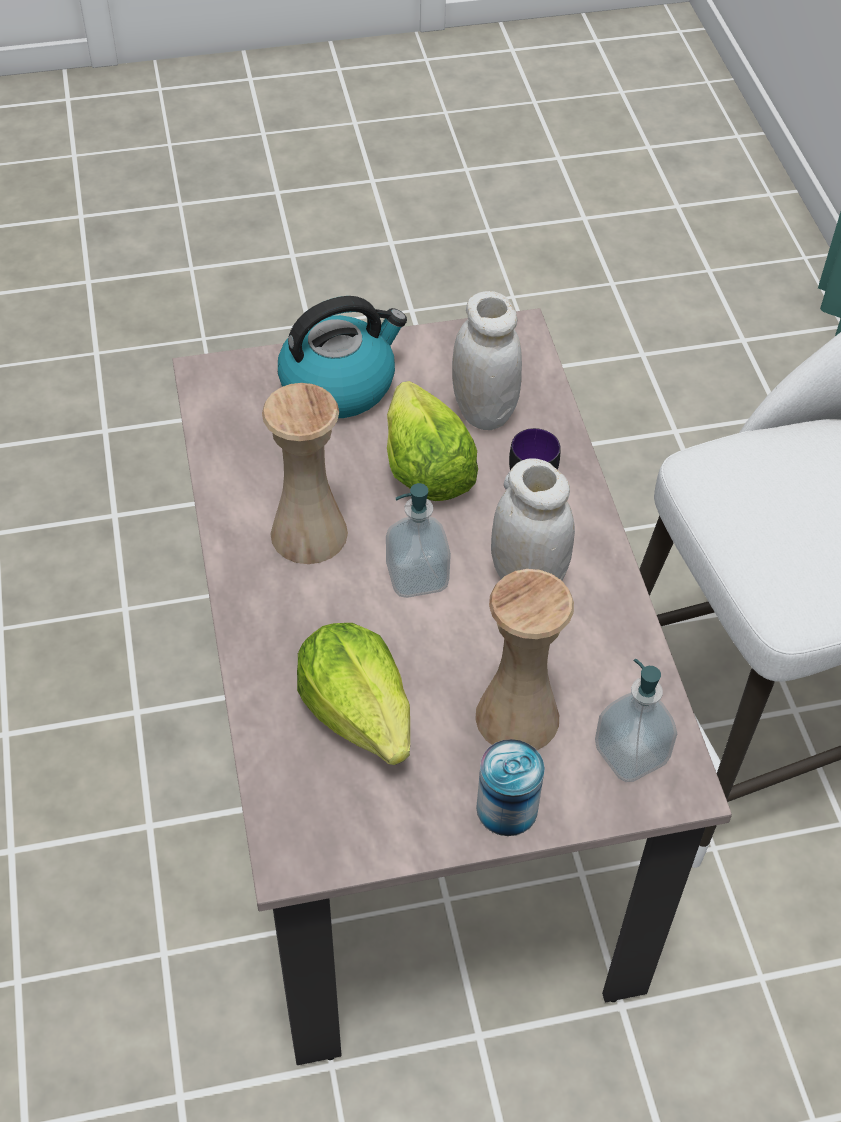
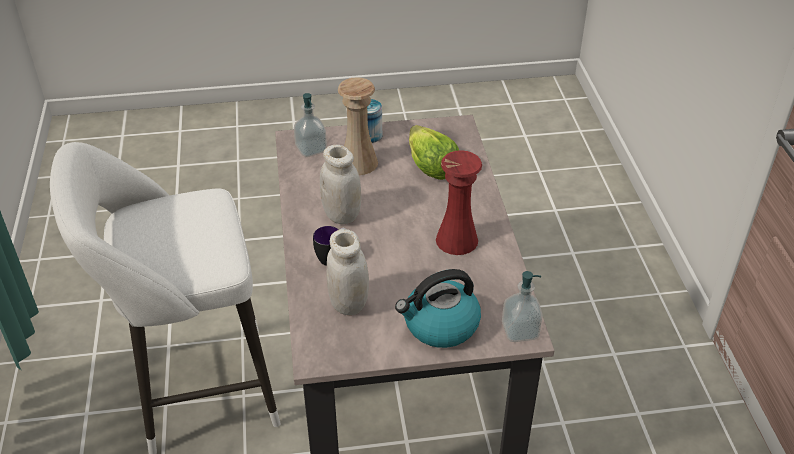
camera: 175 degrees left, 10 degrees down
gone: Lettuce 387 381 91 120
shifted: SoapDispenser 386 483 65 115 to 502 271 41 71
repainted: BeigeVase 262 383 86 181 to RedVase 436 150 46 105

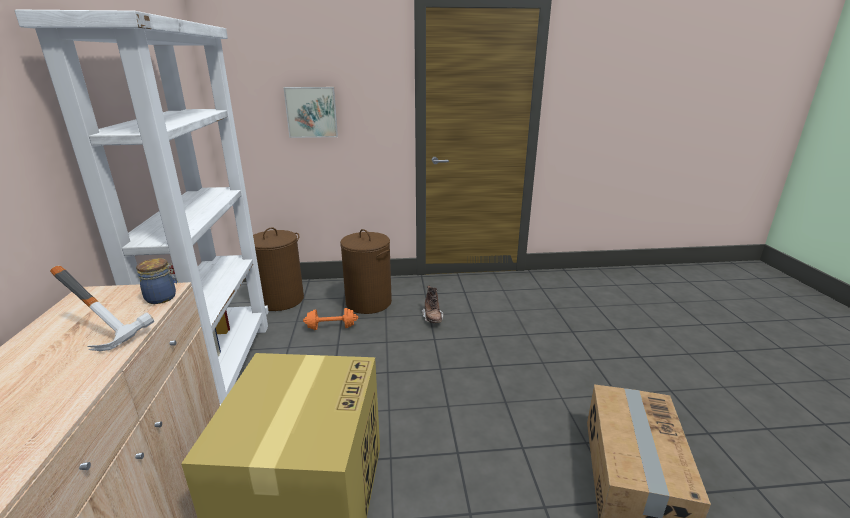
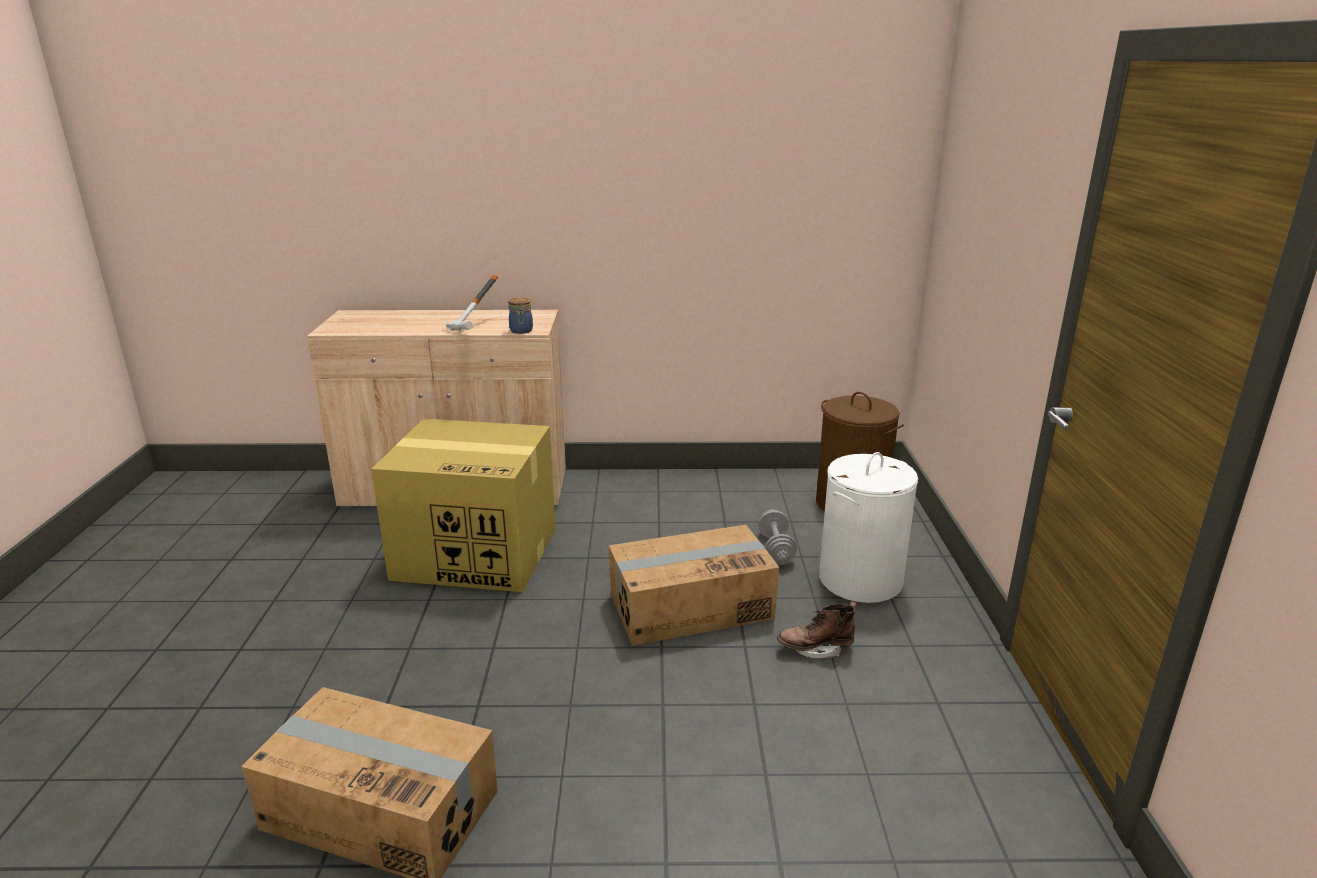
camera: 95 degrees right, 0 degrees up
gone: WhiteBookcase 14 9 255 396; Picture 283 87 55 51
new: CardboardBox 609 525 170 121
repainted: OrangeDumbbell 303 308 55 22 to GreyDumbbell 758 509 39 56; BrownLaundryBasket 340 229 52 85 to WhiteLaundryBasket 819 452 99 151

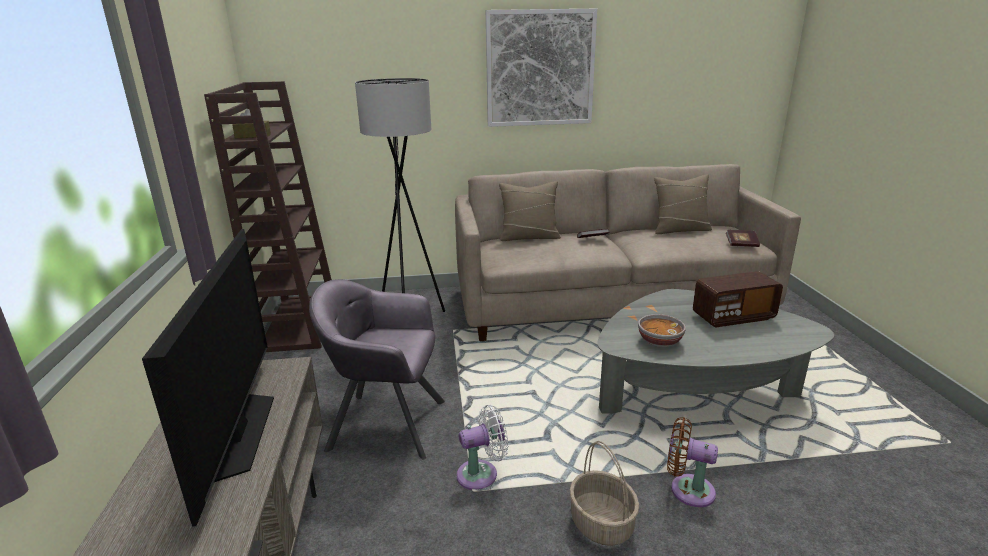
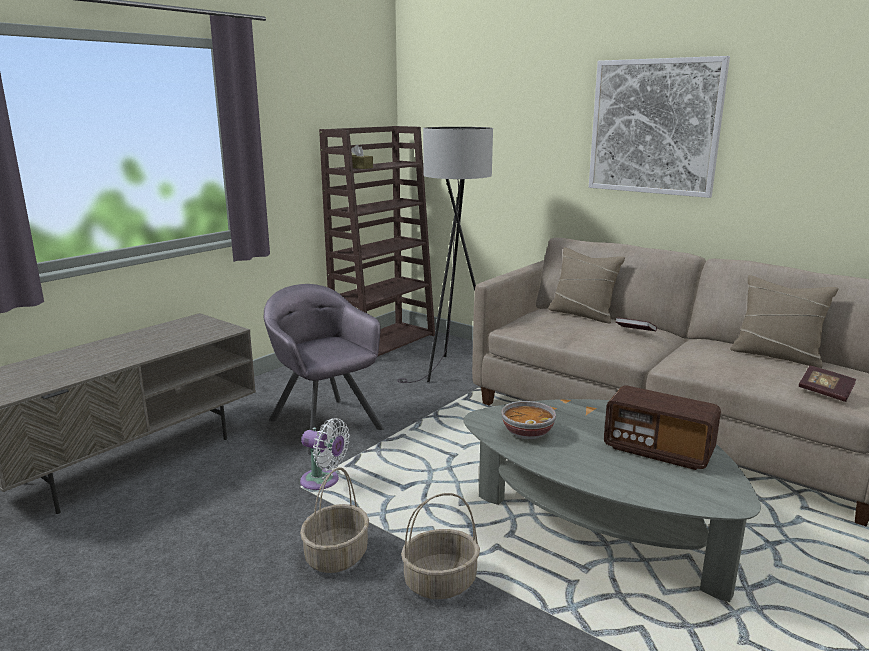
camera: 45 degrees right, 5 degrees down
gone: Television 142 229 132 298
swapped: BrownFan 667 417 51 90 to Basket 401 493 79 106

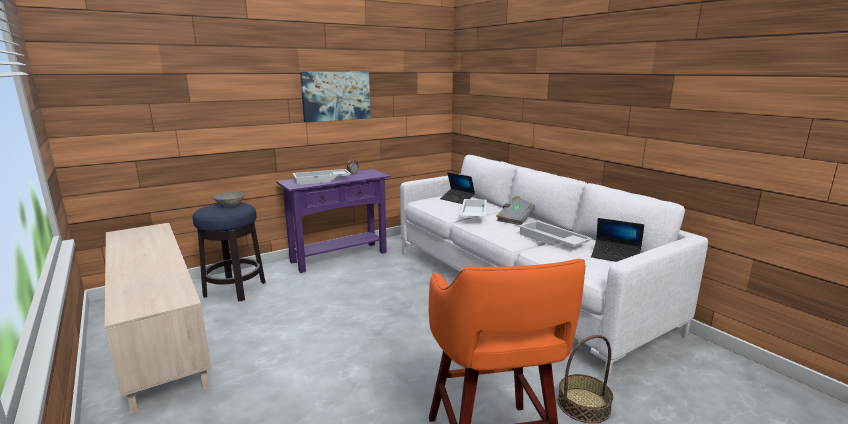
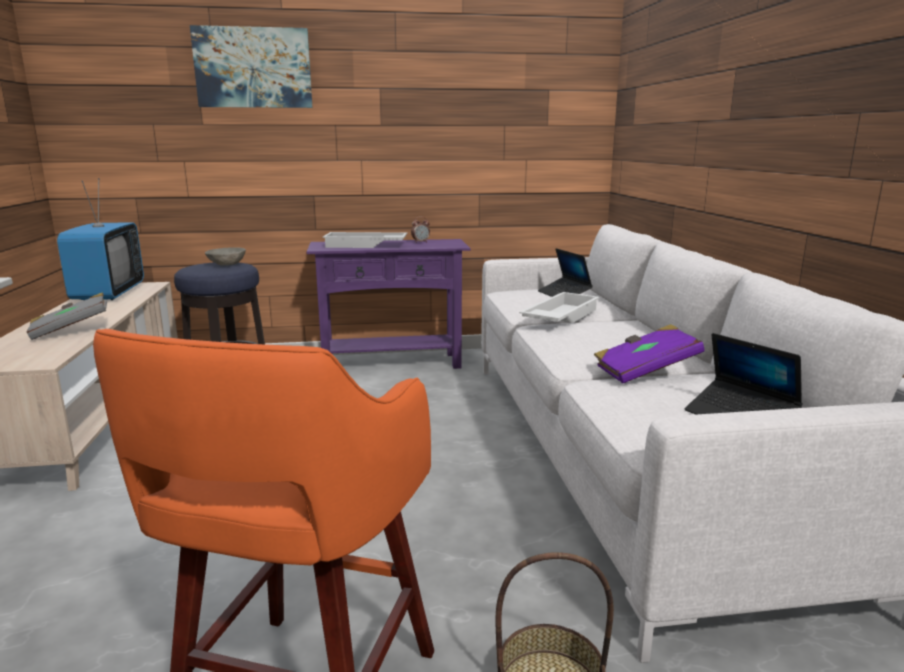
camera: 25 degrees right, 0 degrees up
new: Television 57 178 87 122
shifted: Picture 300 72 70 50 to 190 25 122 83; GreyBook 496 196 39 29 to 27 293 80 47
swapped: WhiteTray 518 221 74 26 to PurpleBook 594 324 110 60

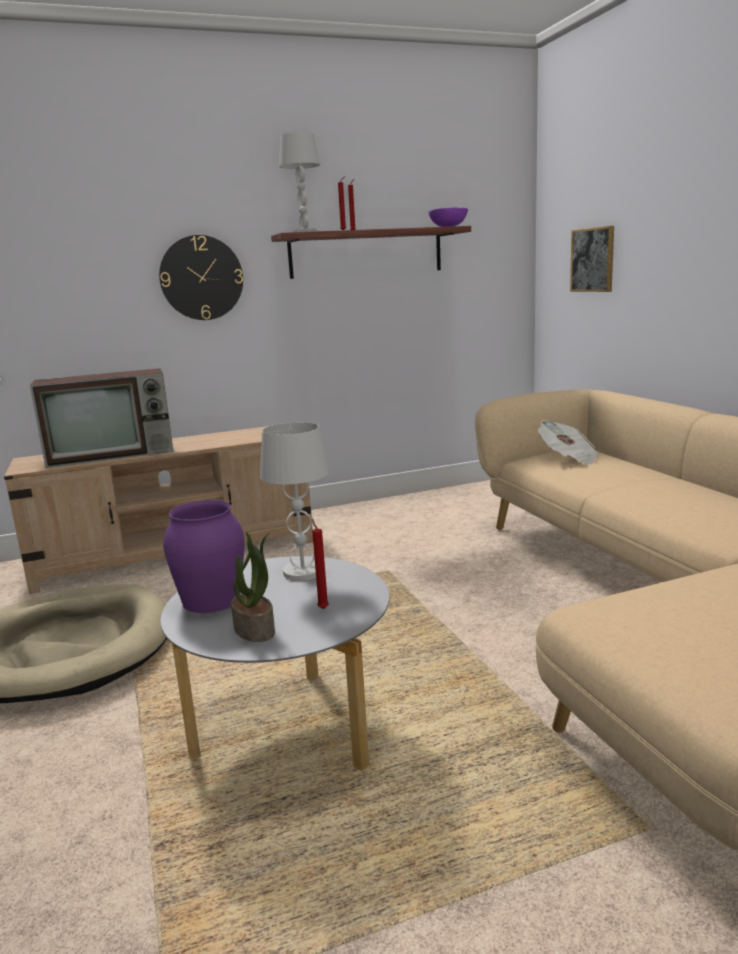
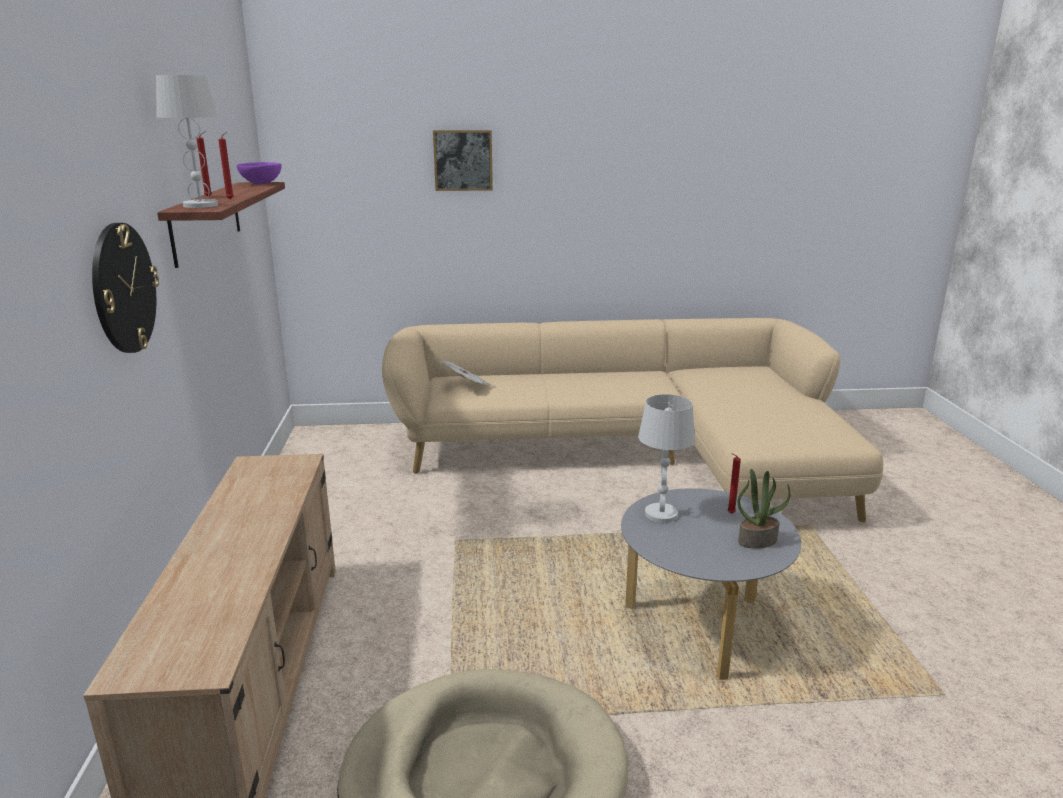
camera: 75 degrees left, 5 degrees up
gone: Television 30 368 144 100; PurpleVase 163 500 81 113
shifted: Picture 570 226 44 66 to 433 130 60 61

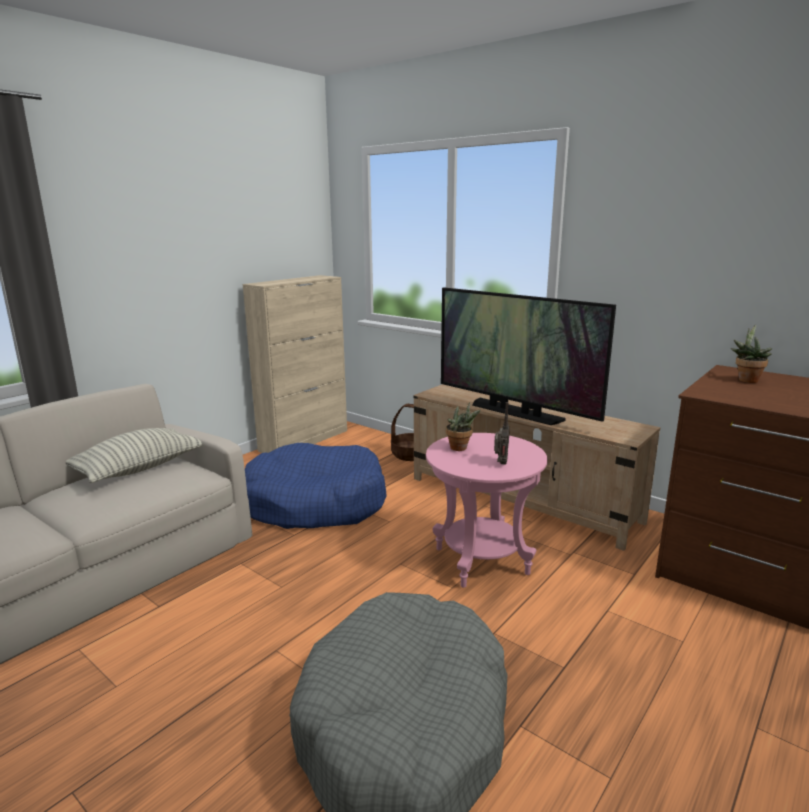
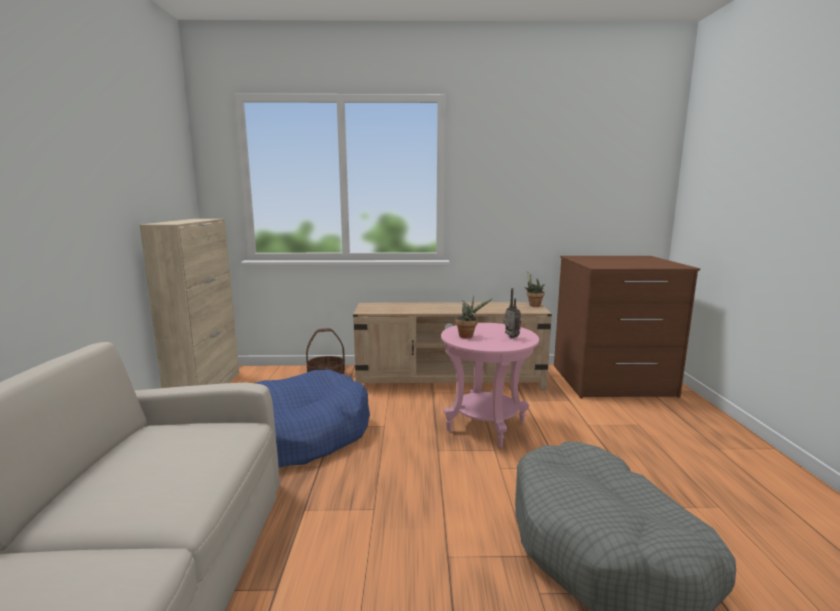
camera: 40 degrees left, 5 degrees down
gone: Pillow 66 428 136 55; Television 441 288 175 137
shifted: PottedPlant 731 325 41 58 to 524 272 21 35

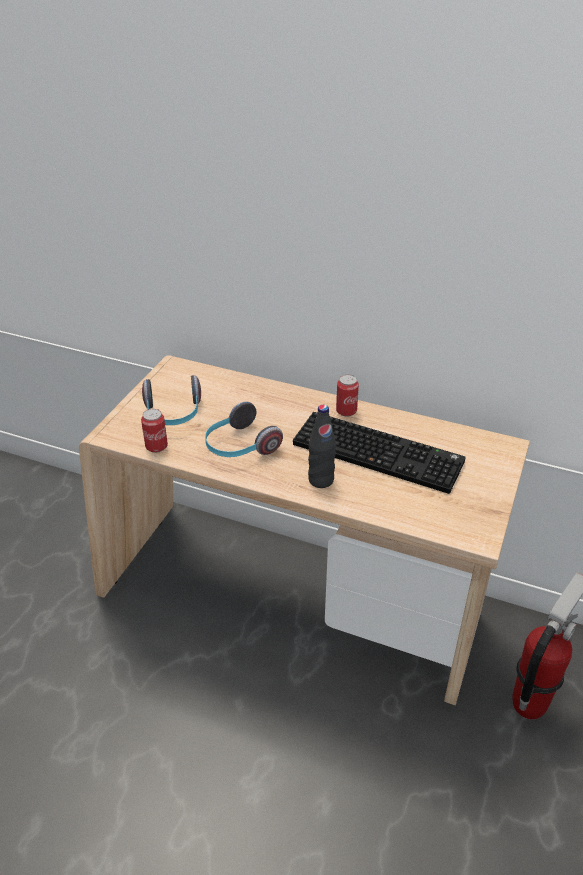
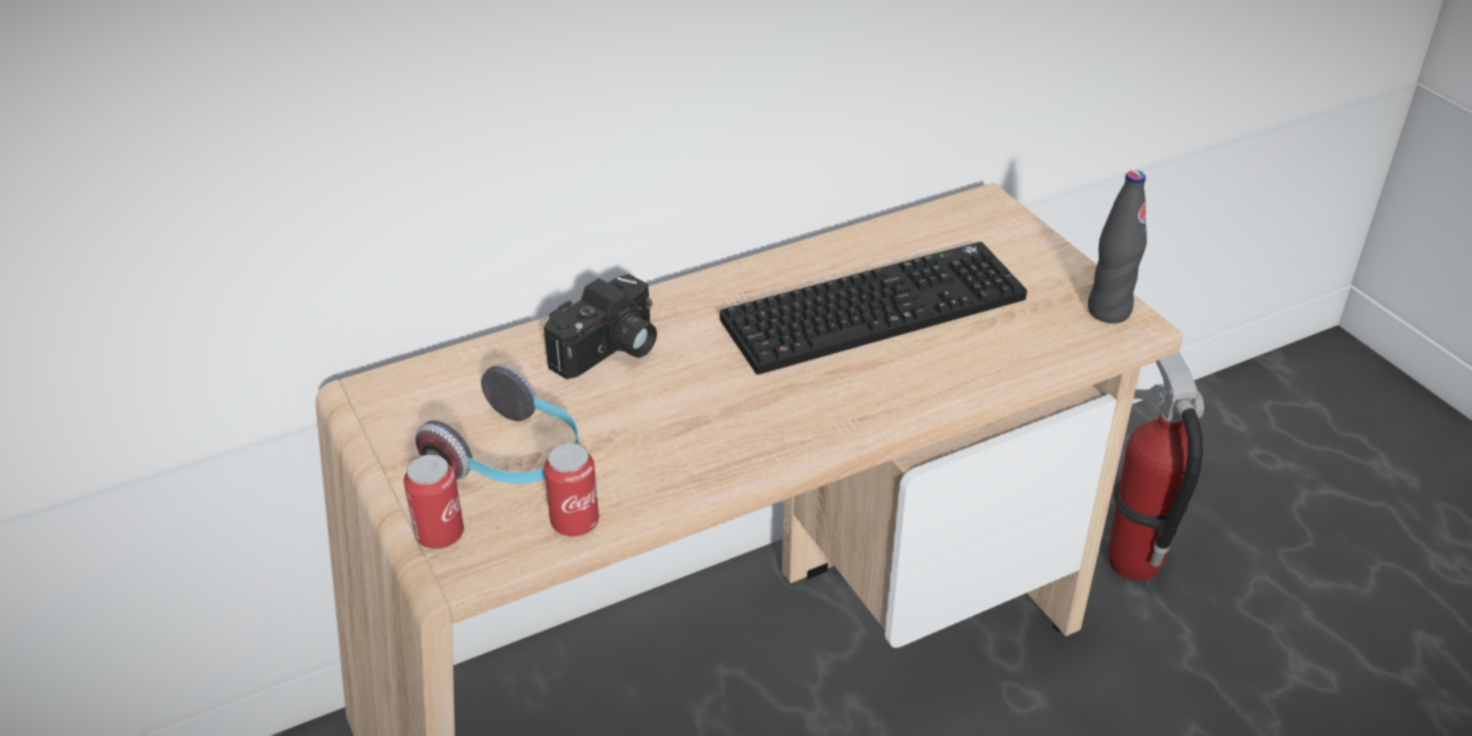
camera: 50 degrees left, 0 degrees up
gone: Headphones 205 402 78 55
new: PhotoCamera 544 274 113 105
shifted: BlackBottle 308 405 28 83 to 1088 170 59 153; Can 336 375 23 42 to 404 454 60 95

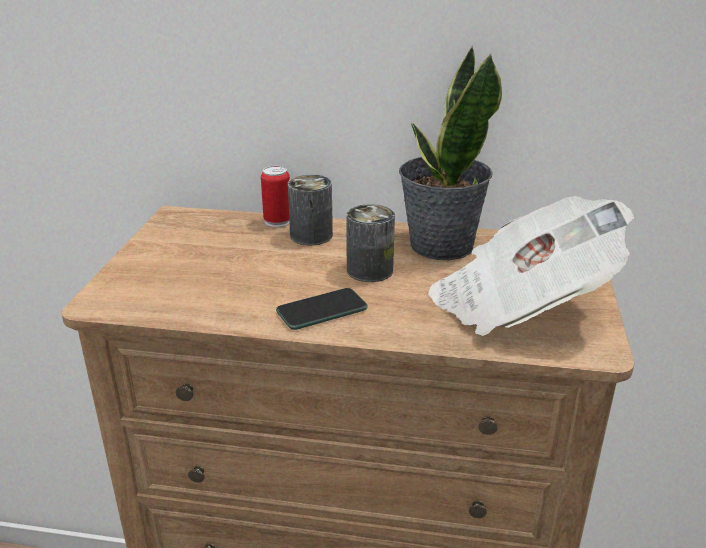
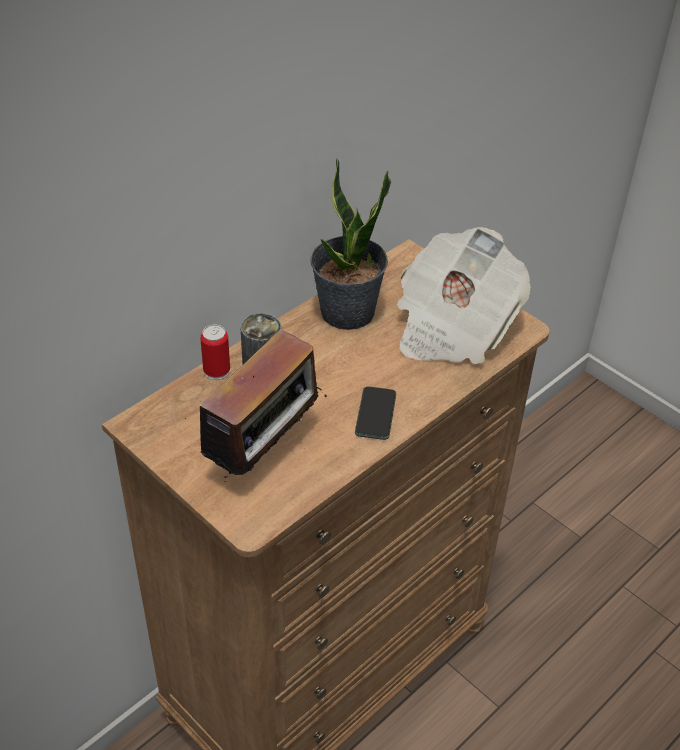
camera: 55 degrees left, 15 degrees up
gone: Can 346 204 49 78
new: Radio 185 329 142 153

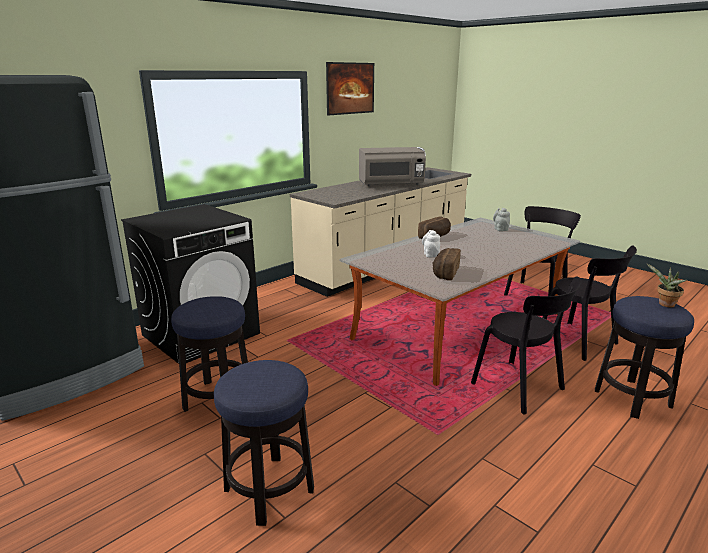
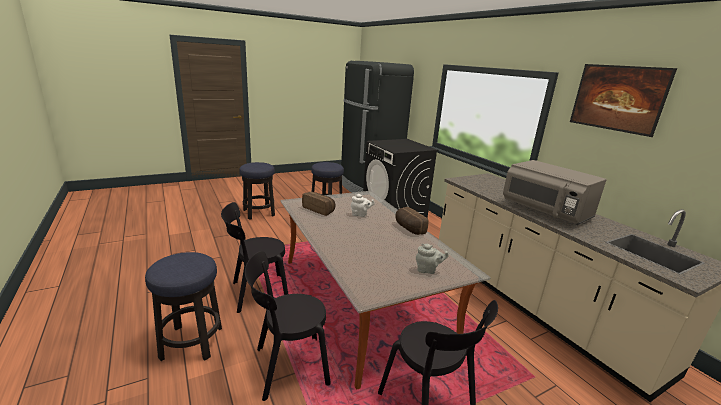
camera: 105 degrees right, 0 degrees up
gone: PottedPlant 647 264 40 44
rotated: GreyMicrowave 359 147 67 39 = 503 160 103 65 45 degrees counterclockwise

